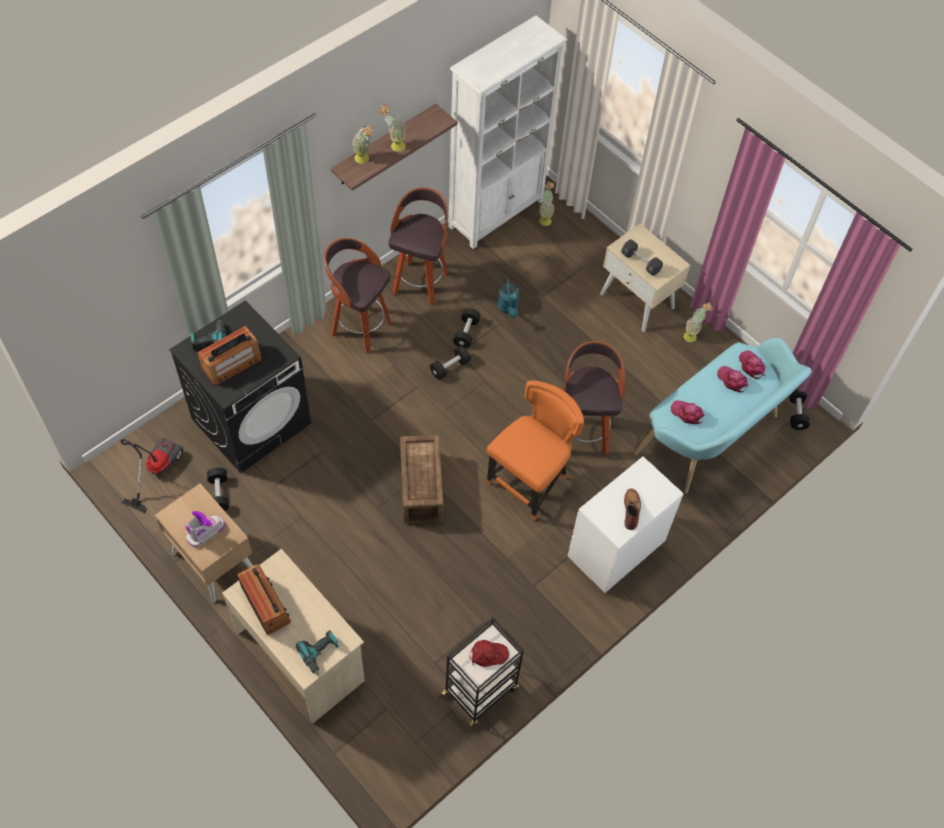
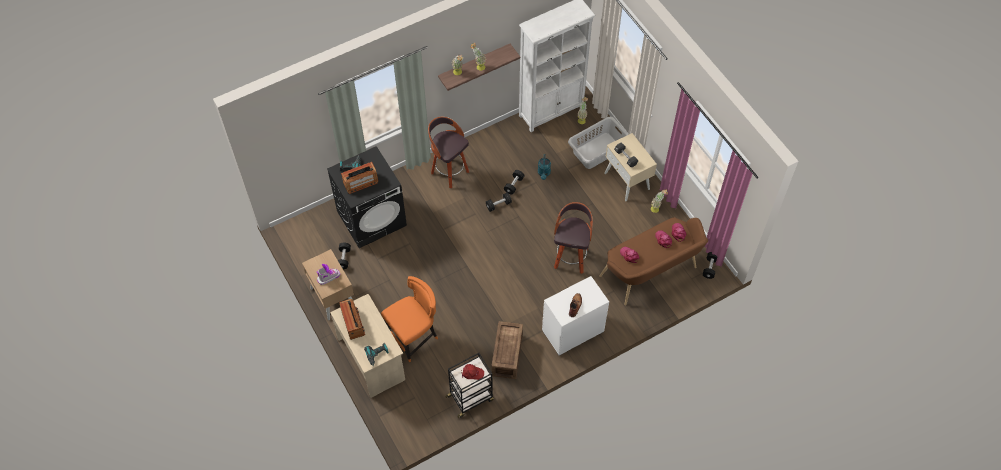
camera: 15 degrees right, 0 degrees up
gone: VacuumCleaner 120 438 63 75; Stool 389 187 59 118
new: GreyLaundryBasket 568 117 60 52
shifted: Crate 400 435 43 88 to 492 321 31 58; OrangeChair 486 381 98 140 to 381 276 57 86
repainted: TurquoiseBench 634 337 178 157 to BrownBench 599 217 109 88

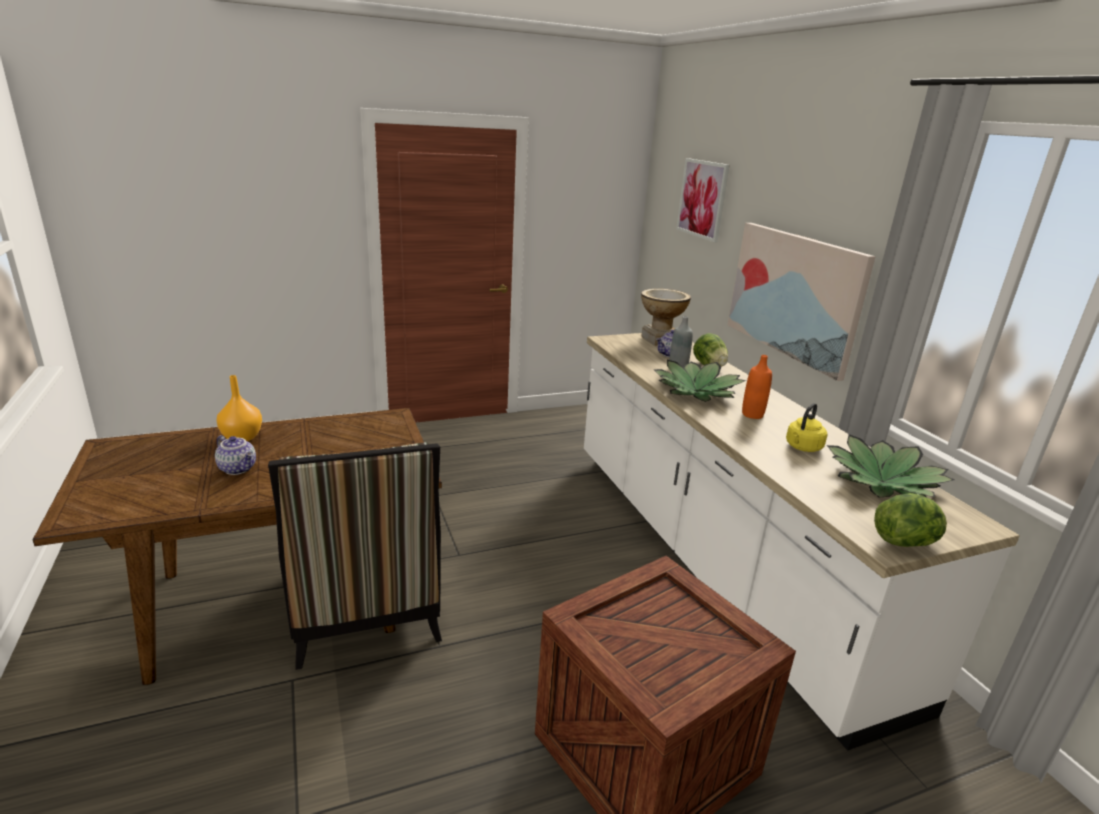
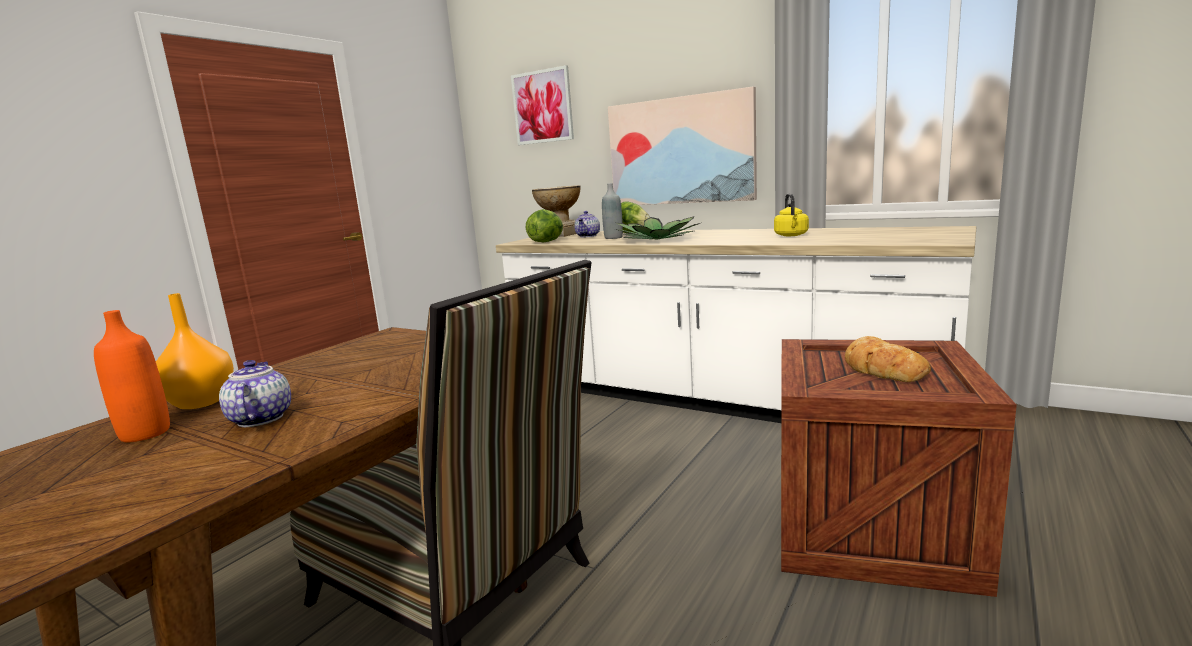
camera: 35 degrees left, 10 degrees down
gone: PottedPlant 827 434 127 63
new: Bread 845 336 86 46
shifted: OrangeBottle 742 355 30 64 to 94 310 76 132; Lettuce 874 493 73 54 to 526 209 37 33
rotated: Teapot 215 435 41 40 = 219 360 72 67 105 degrees counterclockwise

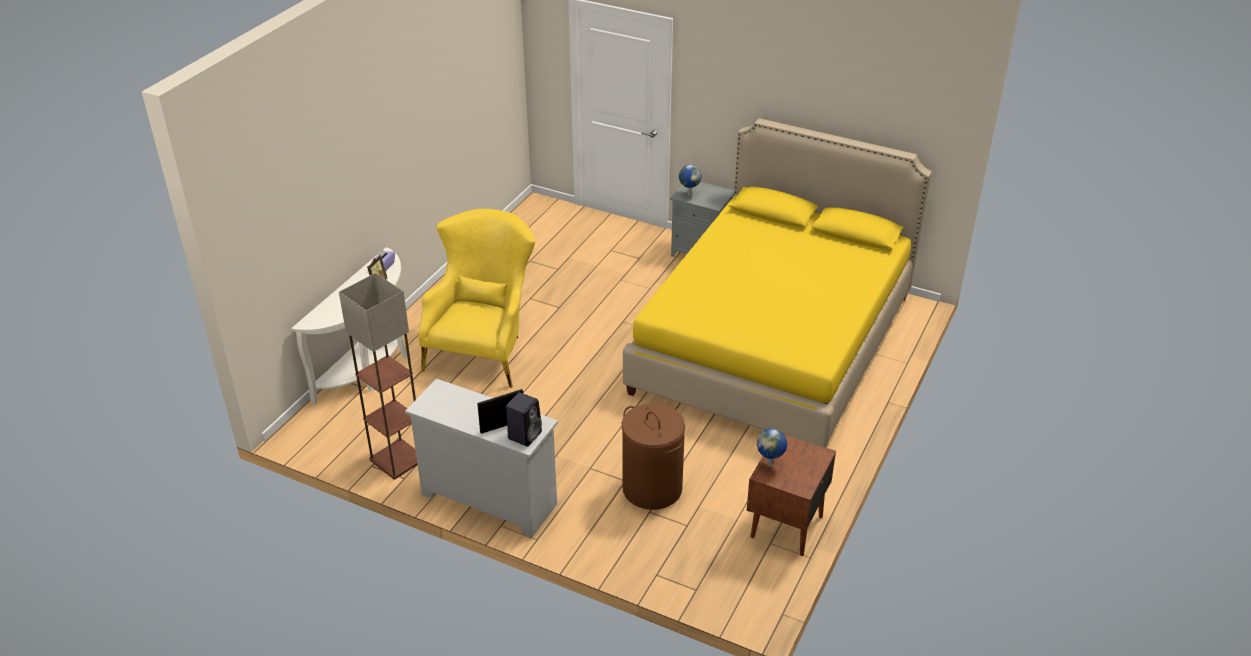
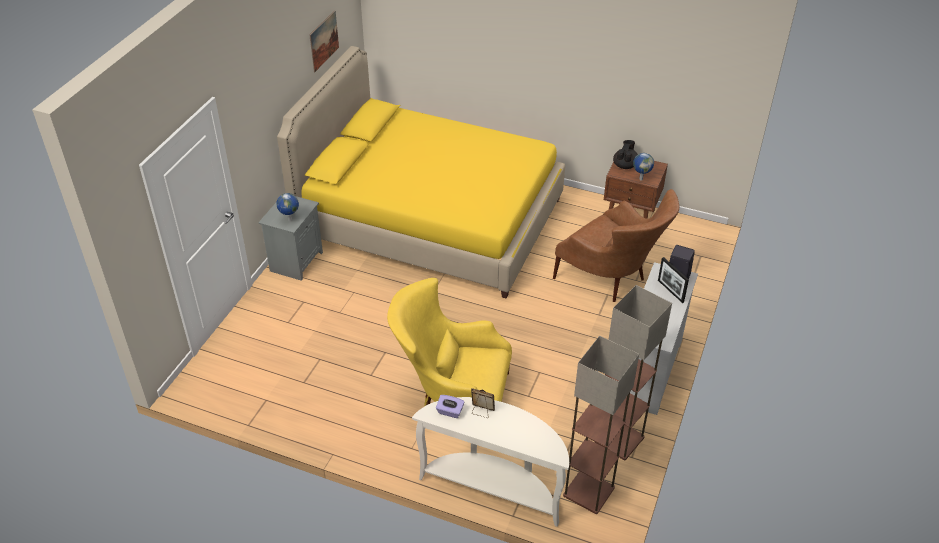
camera: 95 degrees left, 5 degrees up
new: Picture 310 11 29 61; FloorLamp 563 336 76 178; BlackTeapot 613 140 25 29
swapped: BrownLaundryBasket 622 403 63 107 to BrownArmchair 553 189 126 113

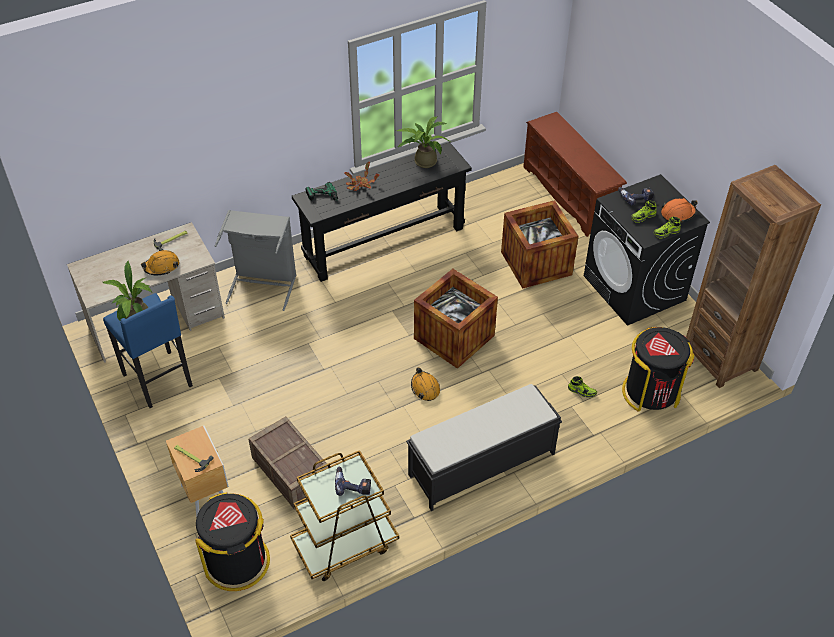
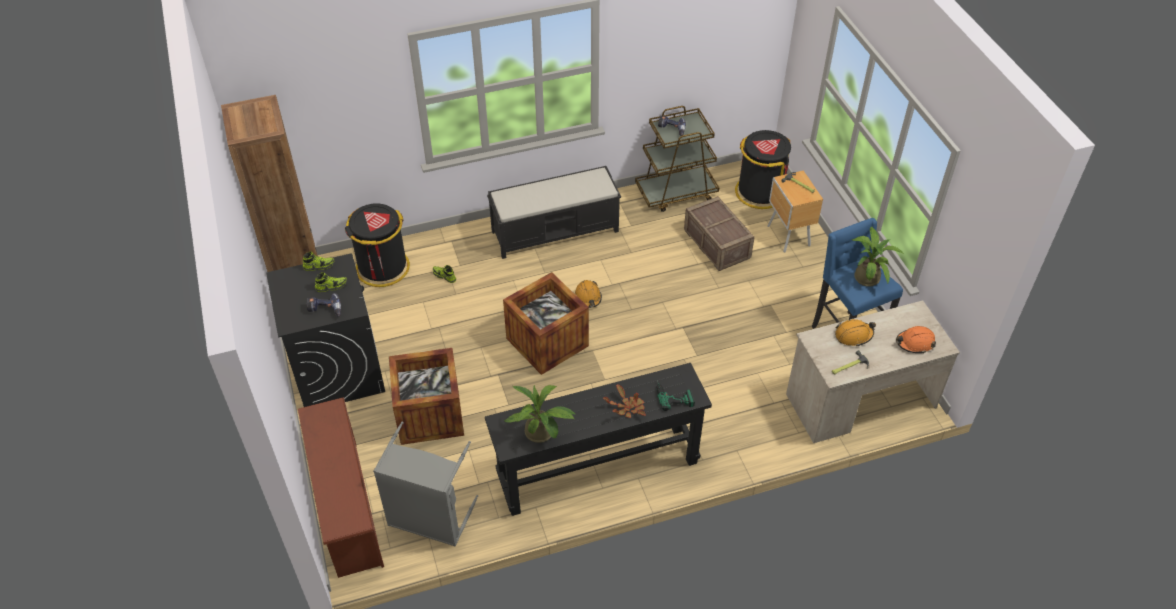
camera: 170 degrees left, 0 degrees up
shifted: GreyLaundryBasket 215 210 81 101 to 373 421 105 126; OrangeHardHat 661 198 37 24 to 896 326 40 28

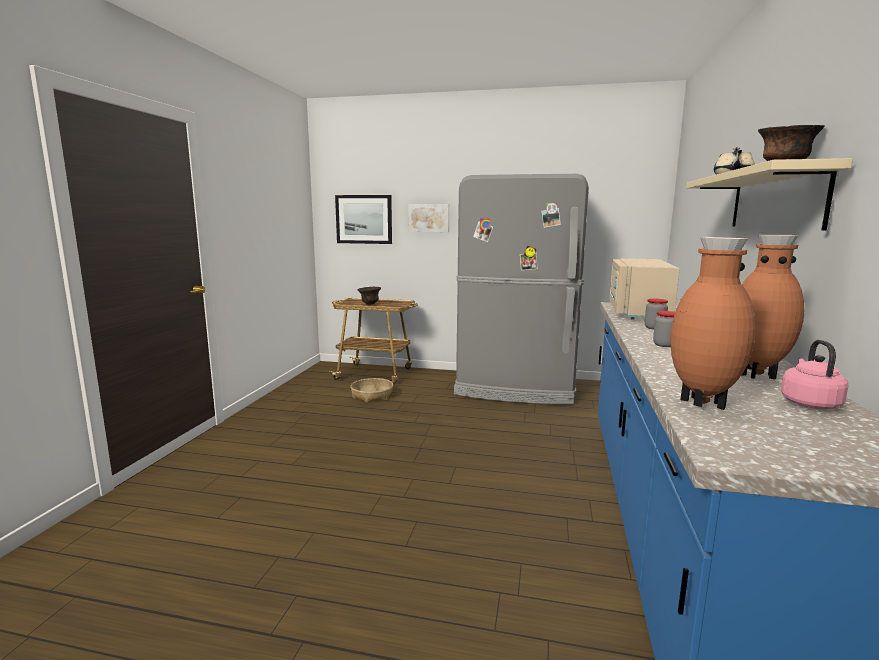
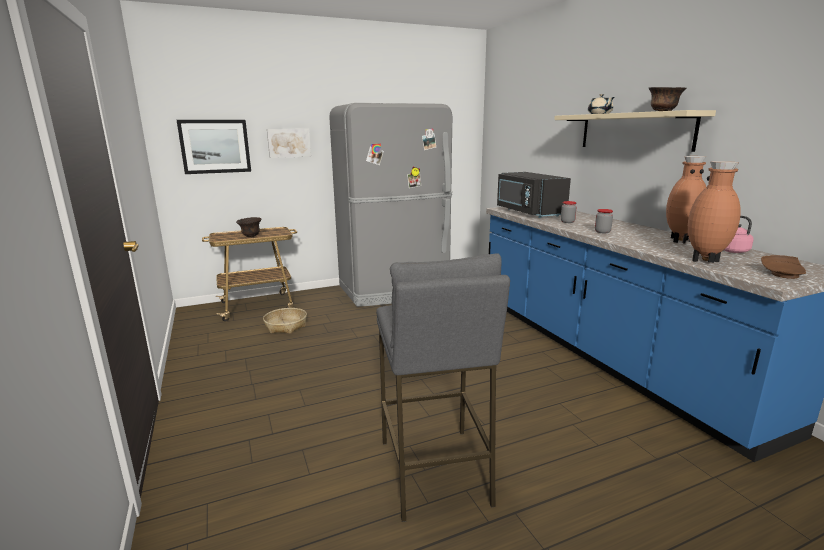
camera: 35 degrees left, 5 degrees up
new: GreyStool 376 253 134 269; BrownPlate 761 255 45 24
repainted: BeigeMicrowave 609 258 71 61 to BlackMicrowave 497 172 74 46

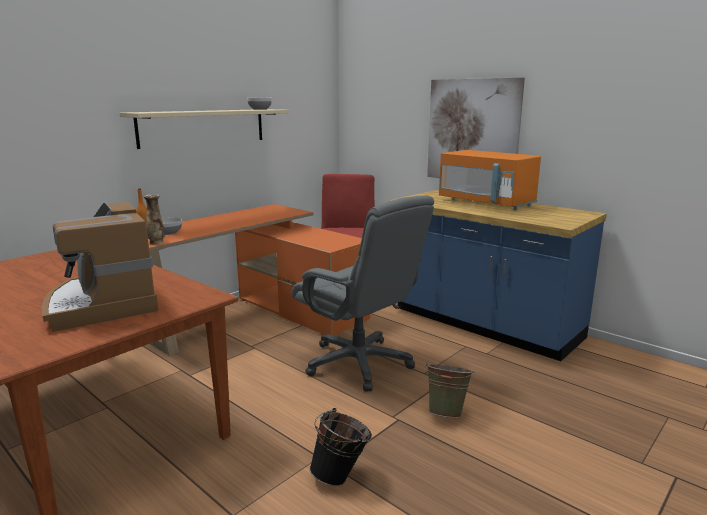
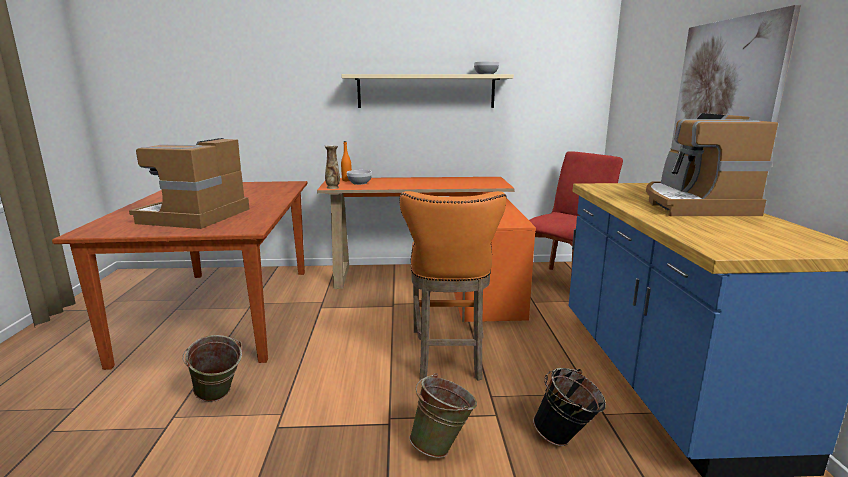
camera: 45 degrees right, 0 degrees up
new: GreenBucket 183 335 59 67
shifted: BlackBucket 309 408 63 78 to 533 368 73 78
swapped: GreyOfficeChair 292 195 142 197 to OrangeStool 399 191 108 190; OrangeMicrowave 439 150 102 60 to CoffeeMachine 646 113 132 103

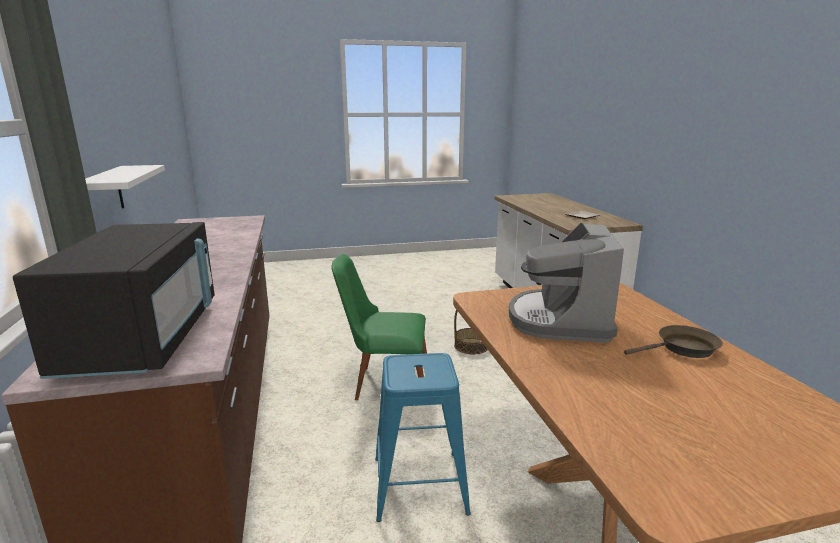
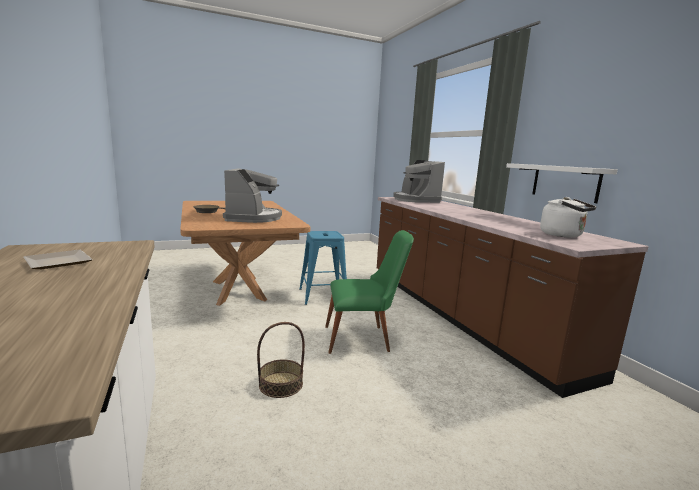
camera: 170 degrees right, 5 degrees down
new: WhiteKettle 540 197 56 41
swapped: BlackMicrowave 13 222 202 157 to CoffeeMachine 393 160 52 43

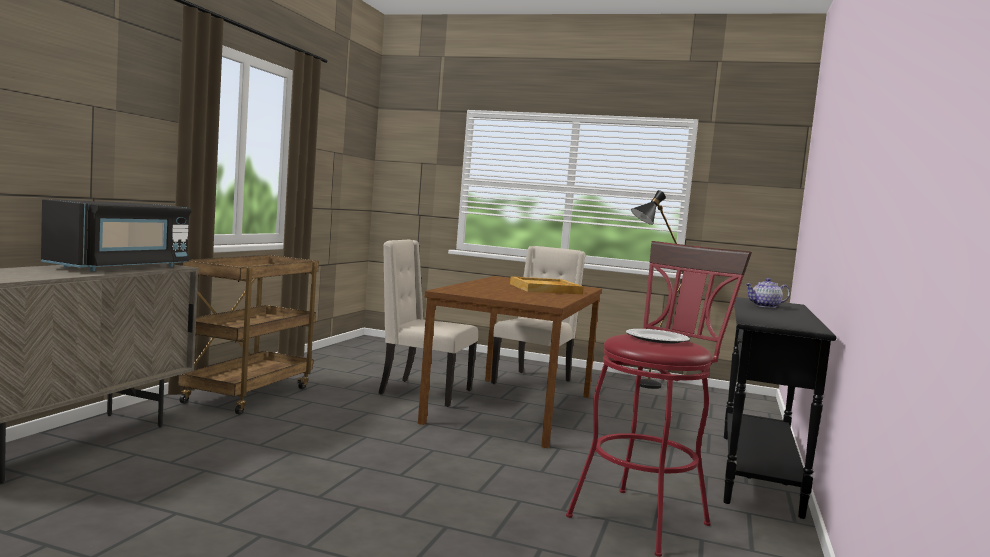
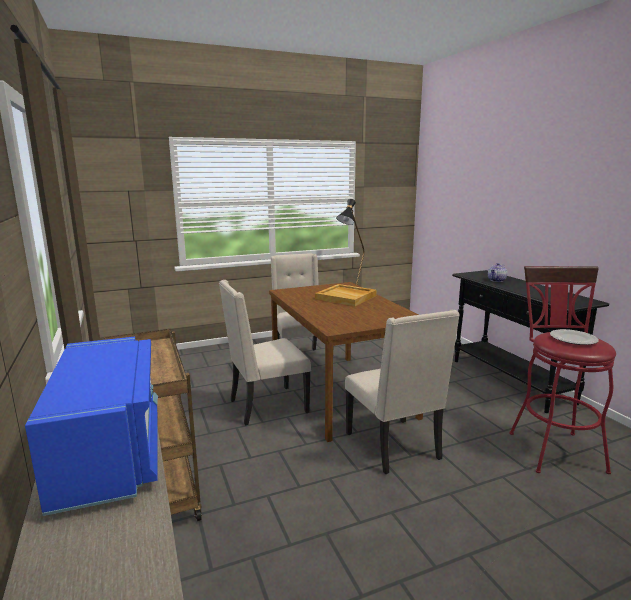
camera: 40 degrees left, 10 degrees up
new: BeigeChair 345 310 115 164
repainted: BlackMicrowave 41 199 151 72 to BlueMicrowave 25 337 133 179

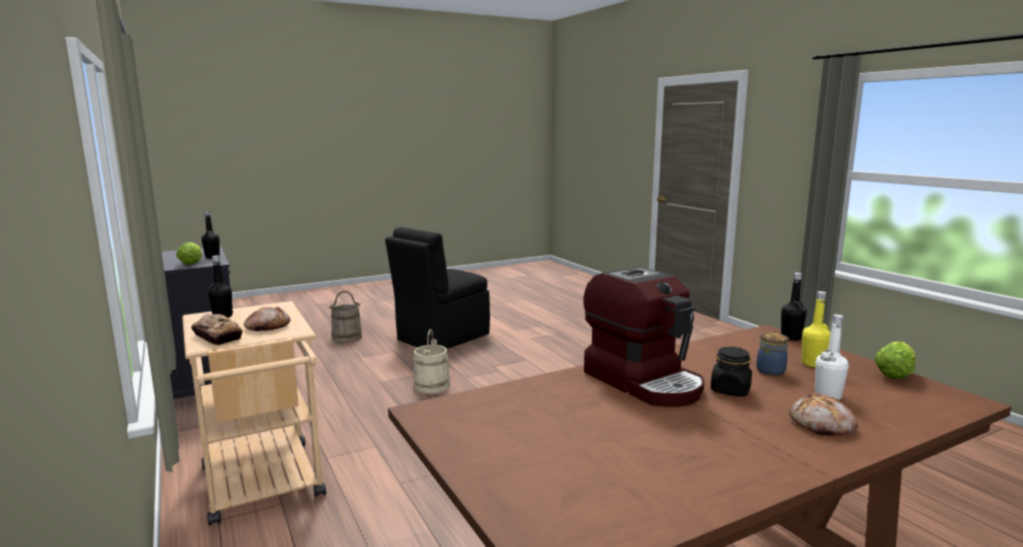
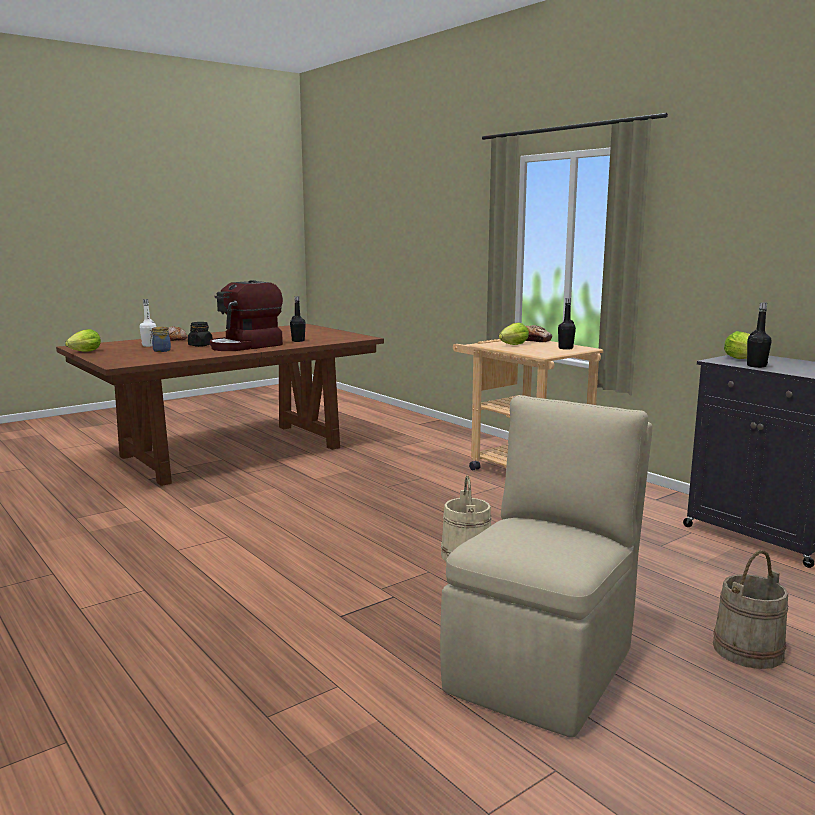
camera: 170 degrees right, 0 degrees up
gone: YellowBottle 802 291 29 76
shifted: BlackBottle 781 273 26 68 to 290 296 16 46
swapped: Bread 244 307 46 24 to Lettuce 499 323 30 22
repainted: BlackChair 385 227 105 122 to BeigeChair 440 395 212 343
rotated: CoffeeMachine 583 267 121 140 = 210 280 73 71 90 degrees counterclockwise

